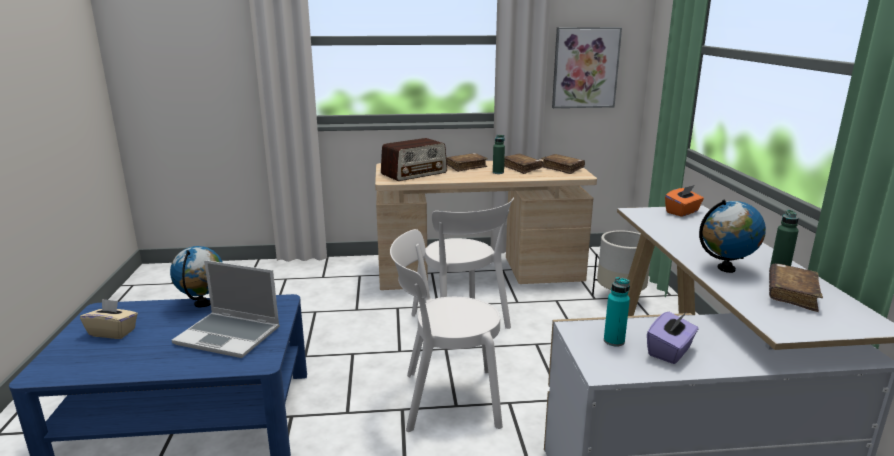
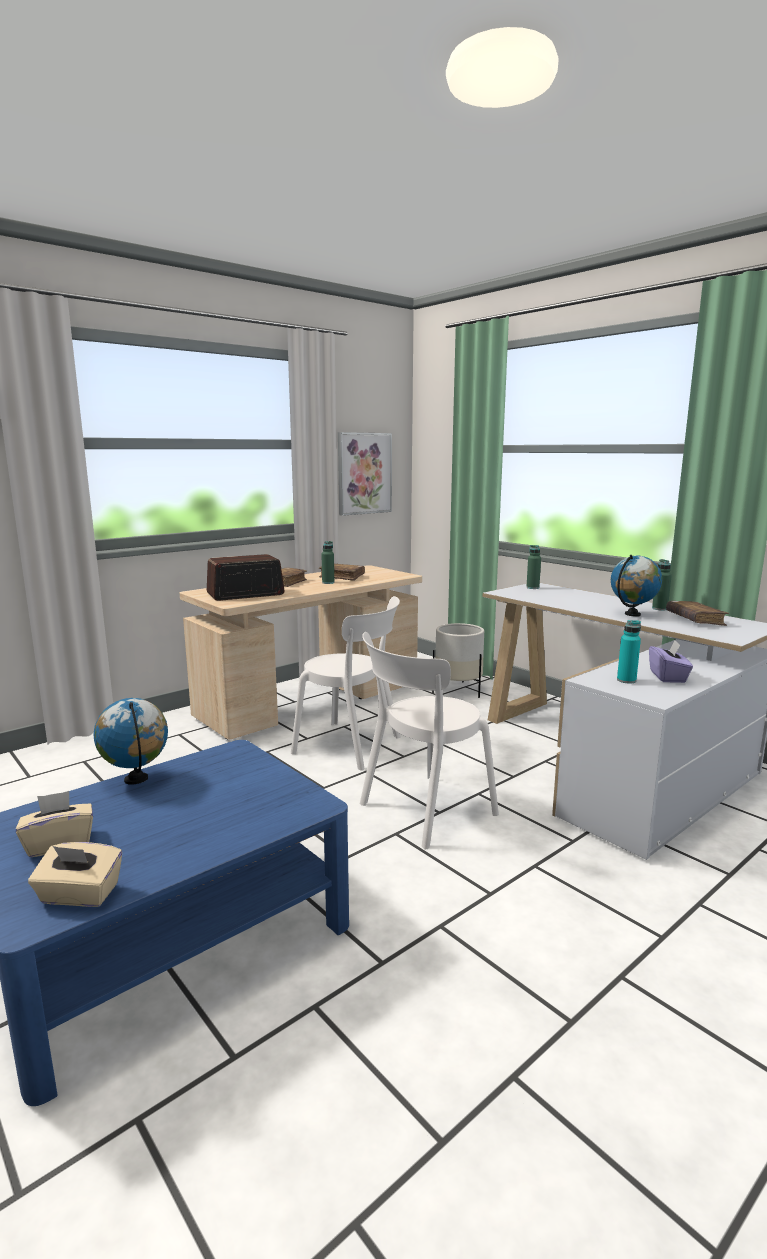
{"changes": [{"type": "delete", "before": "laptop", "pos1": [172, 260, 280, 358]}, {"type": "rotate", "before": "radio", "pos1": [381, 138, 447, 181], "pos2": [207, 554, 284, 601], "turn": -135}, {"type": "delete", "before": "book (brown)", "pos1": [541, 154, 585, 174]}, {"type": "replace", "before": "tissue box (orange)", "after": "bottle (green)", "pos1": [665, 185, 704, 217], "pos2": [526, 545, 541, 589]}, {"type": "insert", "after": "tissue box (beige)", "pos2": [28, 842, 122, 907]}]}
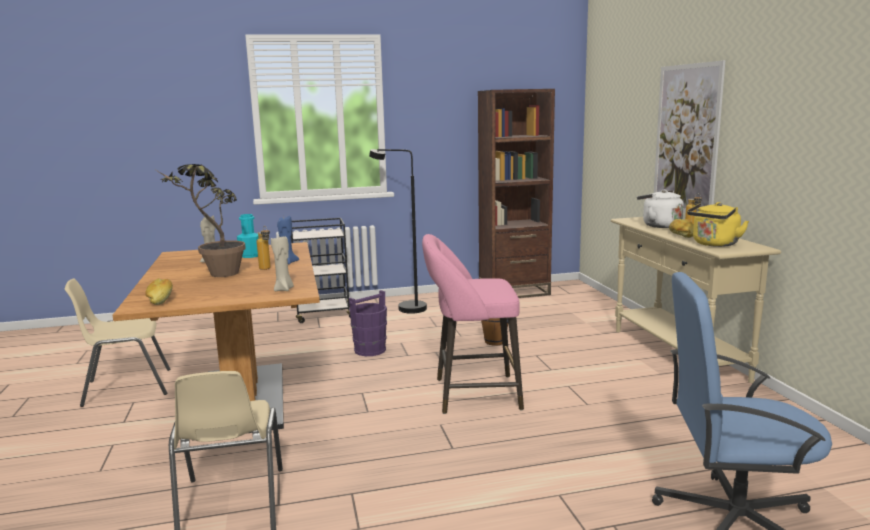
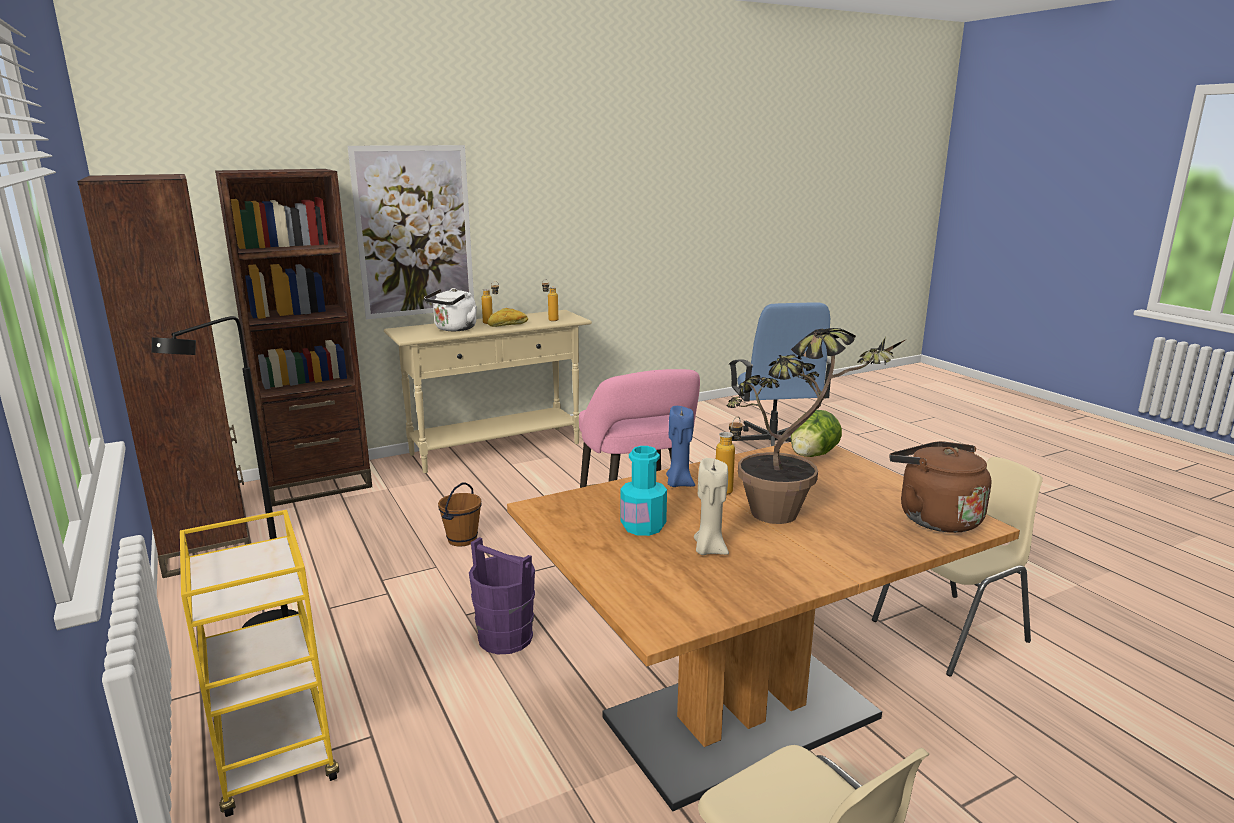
{"changes": [{"type": "replace", "before": "bread", "after": "kettle (brown)", "pos1": [145, 278, 173, 305], "pos2": [889, 441, 992, 533]}, {"type": "replace", "before": "candle (beige)", "after": "lettuce", "pos1": [271, 236, 294, 291], "pos2": [791, 410, 842, 457]}, {"type": "recolor", "before": "cart (black)", "after": "cart (yellow)", "pos1": [291, 218, 350, 323], "pos2": [180, 510, 339, 817]}, {"type": "replace", "before": "kettle (yellow)", "after": "bottle", "pos1": [687, 202, 749, 247], "pos2": [542, 279, 558, 321]}, {"type": "insert", "after": "bookcase (brown)", "pos2": [215, 169, 372, 507]}]}
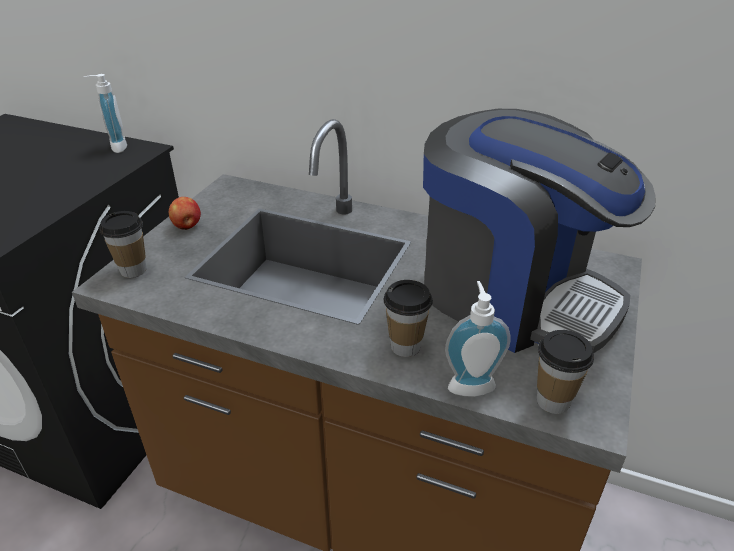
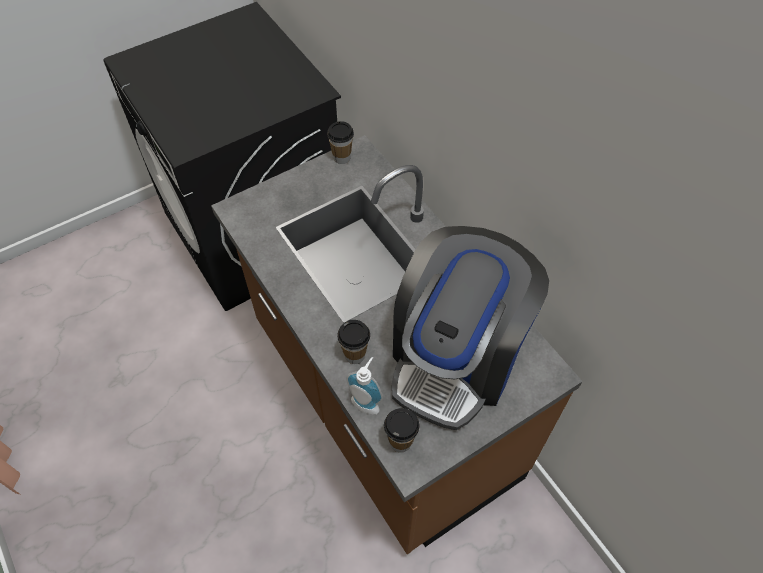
{"changes": [{"type": "delete", "before": "soap dispenser", "pos1": [83, 74, 127, 153]}, {"type": "move", "before": "cup", "pos1": [99, 211, 147, 278], "pos2": [327, 121, 354, 164]}, {"type": "delete", "before": "apple", "pos1": [169, 197, 201, 230]}, {"type": "rotate", "before": "coffee machine", "pos1": [423, 109, 656, 353], "pos2": [392, 226, 549, 430], "turn": 45}]}
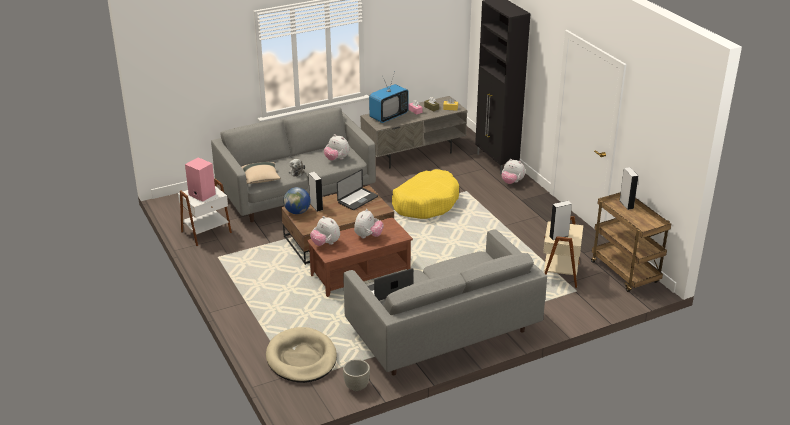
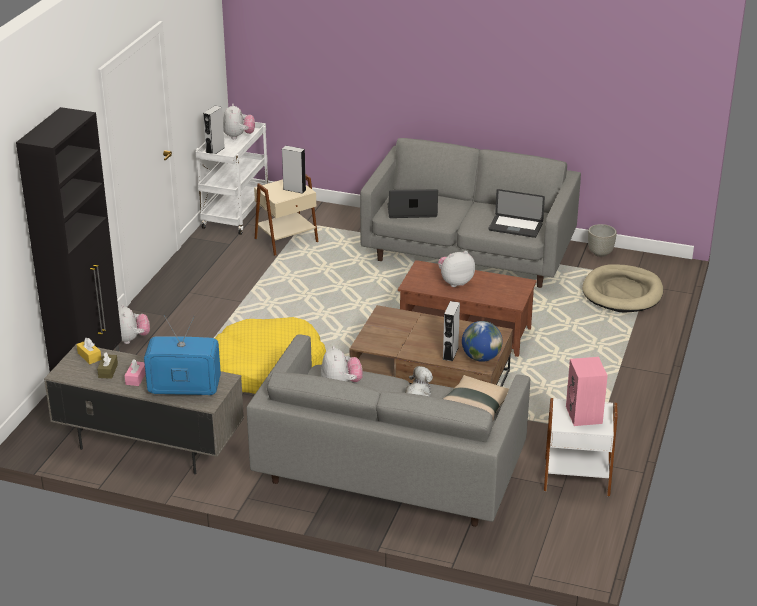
{"changes": [{"type": "move", "before": "plush toy", "pos1": [310, 216, 340, 246], "pos2": [223, 104, 255, 139]}, {"type": "move", "before": "laptop", "pos1": [337, 169, 378, 210], "pos2": [388, 189, 438, 218]}, {"type": "recolor", "before": "cart (brown)", "after": "cart (white)", "pos1": [591, 192, 671, 292], "pos2": [196, 120, 268, 235]}]}
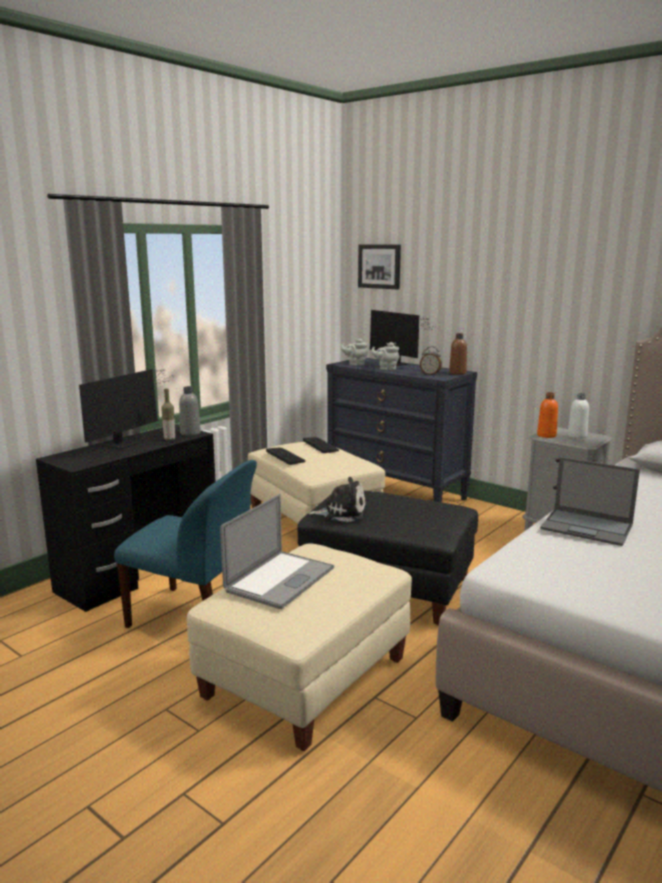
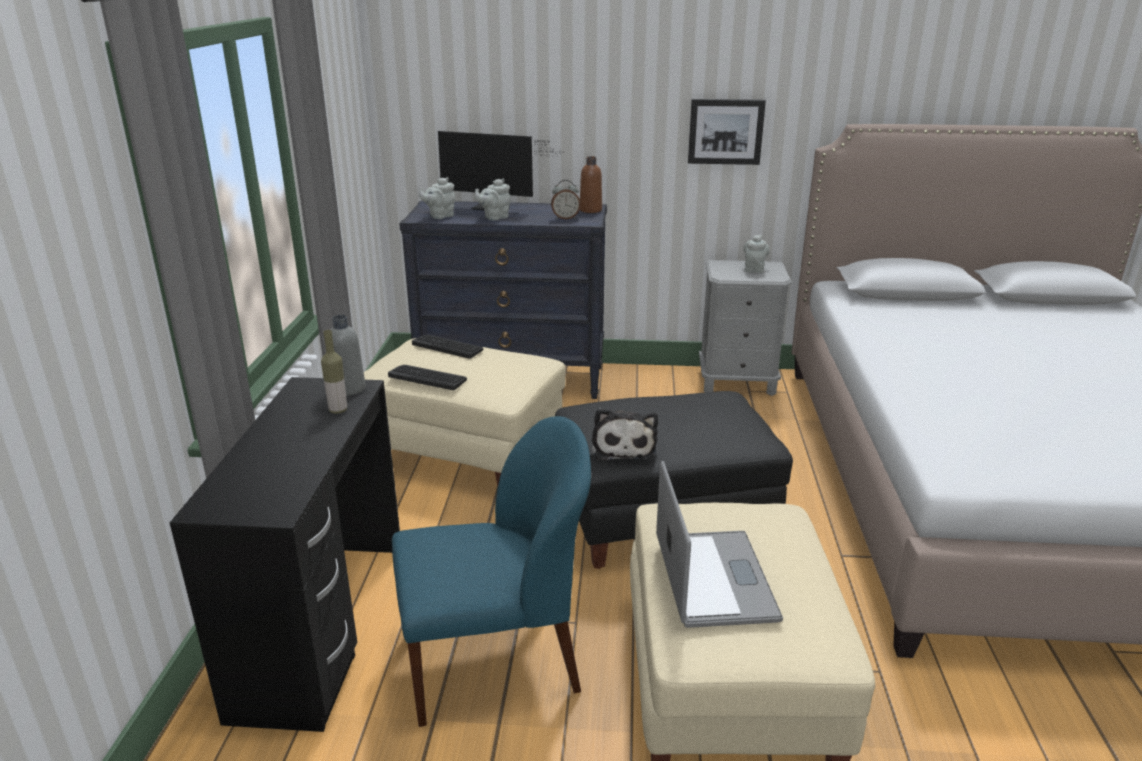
{"changes": [{"type": "delete", "before": "monitor", "pos1": [79, 369, 174, 450]}, {"type": "rotate", "before": "plush toy", "pos1": [308, 477, 365, 522], "pos2": [592, 408, 658, 460], "turn": 120}, {"type": "move", "before": "picture", "pos1": [358, 244, 401, 289], "pos2": [688, 99, 766, 165]}, {"type": "delete", "before": "bottle (orange)", "pos1": [537, 392, 558, 438]}, {"type": "delete", "before": "laptop", "pos1": [540, 457, 640, 546]}, {"type": "replace", "before": "bottle (white)", "after": "teapot (grey)", "pos1": [568, 393, 589, 438], "pos2": [744, 234, 770, 273]}]}
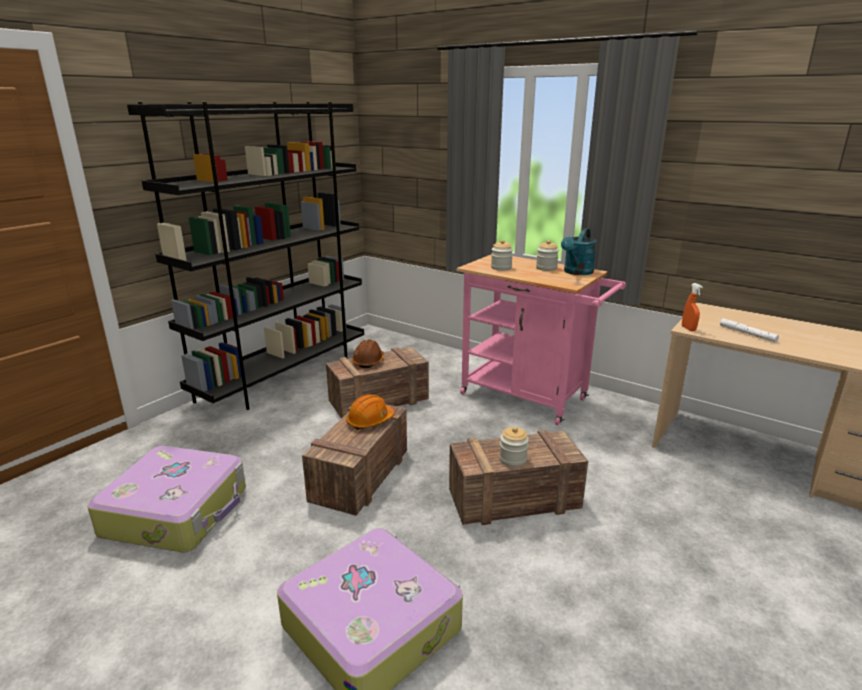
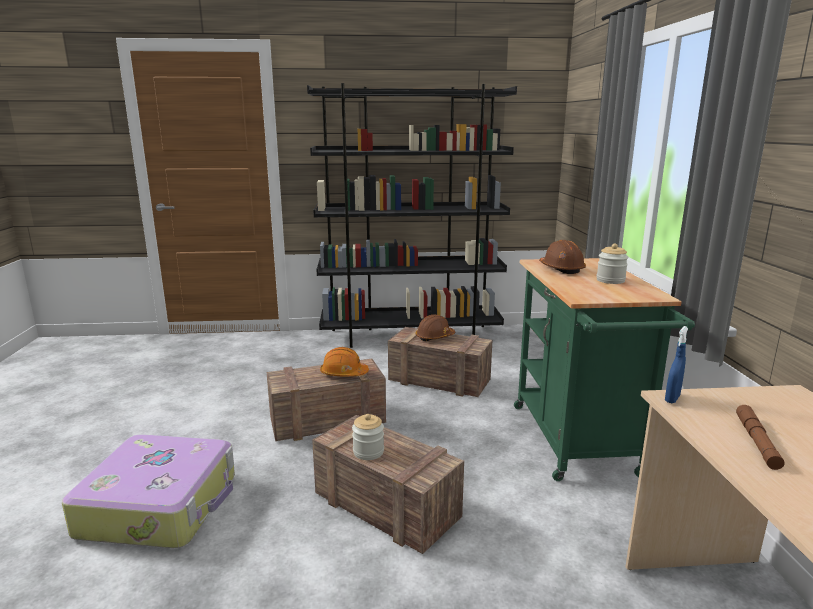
{"changes": [{"type": "delete", "before": "suitcase", "pos1": [87, 446, 246, 552]}, {"type": "recolor", "before": "cart (pink)", "after": "cart (green)", "pos1": [456, 255, 626, 425], "pos2": [514, 258, 695, 481]}, {"type": "replace", "before": "jar", "after": "hard hat (brown)", "pos1": [491, 240, 513, 271], "pos2": [539, 240, 586, 274]}, {"type": "delete", "before": "watering can (turquoise)", "pos1": [561, 228, 596, 275]}, {"type": "recolor", "before": "spray bottle (orange)", "after": "spray bottle (blue)", "pos1": [682, 283, 703, 331], "pos2": [665, 326, 688, 403]}, {"type": "recolor", "before": "flashlight (white)", "after": "flashlight (brown)", "pos1": [720, 318, 779, 343], "pos2": [736, 405, 785, 470]}]}
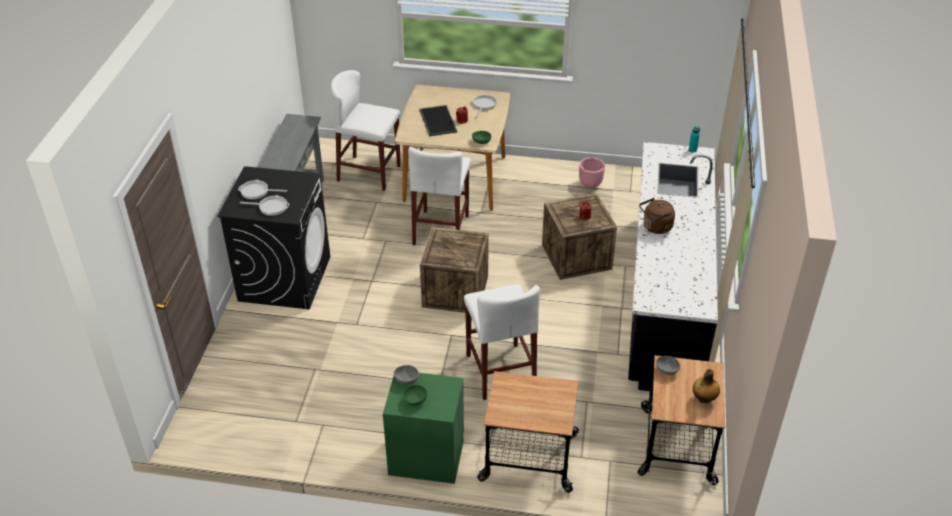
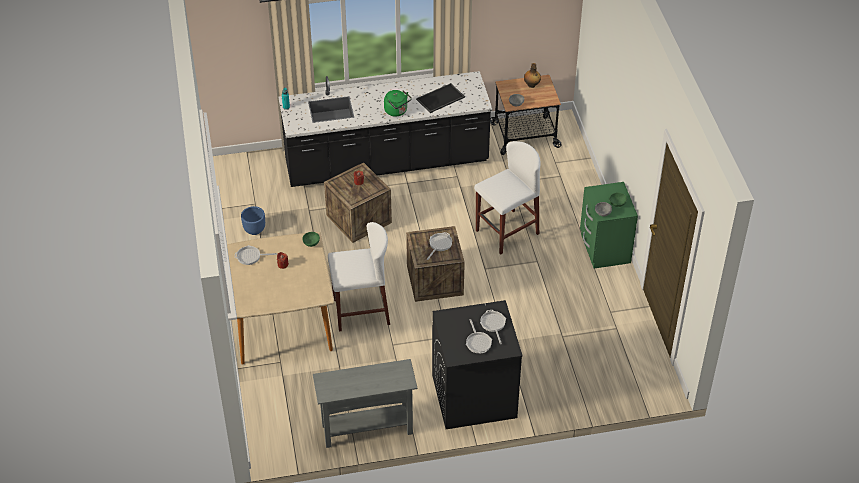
{"changes": [{"type": "delete", "before": "stool (white)", "pos1": [331, 70, 401, 191]}, {"type": "move", "before": "tray", "pos1": [420, 105, 457, 136], "pos2": [416, 83, 465, 113]}, {"type": "delete", "before": "cart", "pos1": [477, 371, 579, 493]}, {"type": "recolor", "before": "planter (pink)", "after": "planter (blue)", "pos1": [579, 158, 605, 189], "pos2": [241, 206, 265, 235]}, {"type": "recolor", "before": "kettle (brown)", "after": "kettle (green)", "pos1": [639, 198, 675, 234], "pos2": [384, 90, 412, 117]}, {"type": "insert", "after": "frying pan", "pos2": [427, 232, 452, 260]}]}
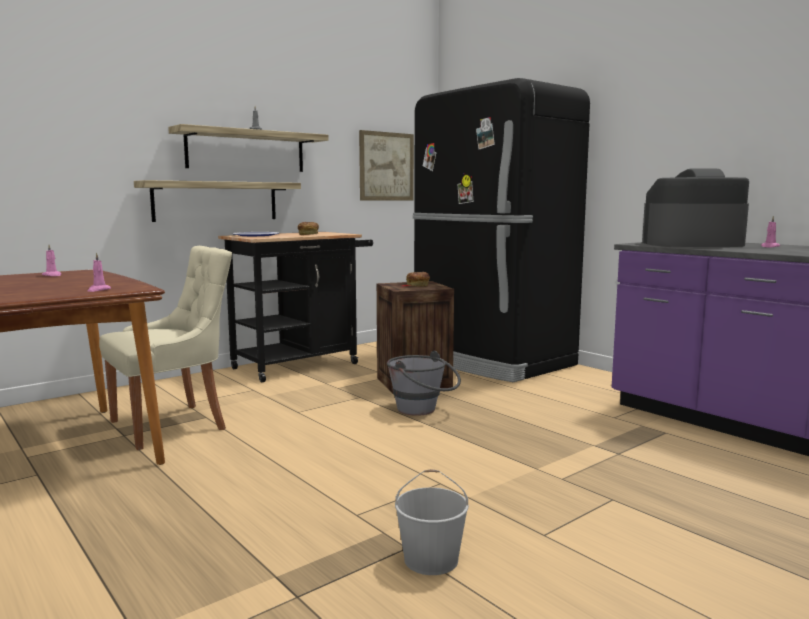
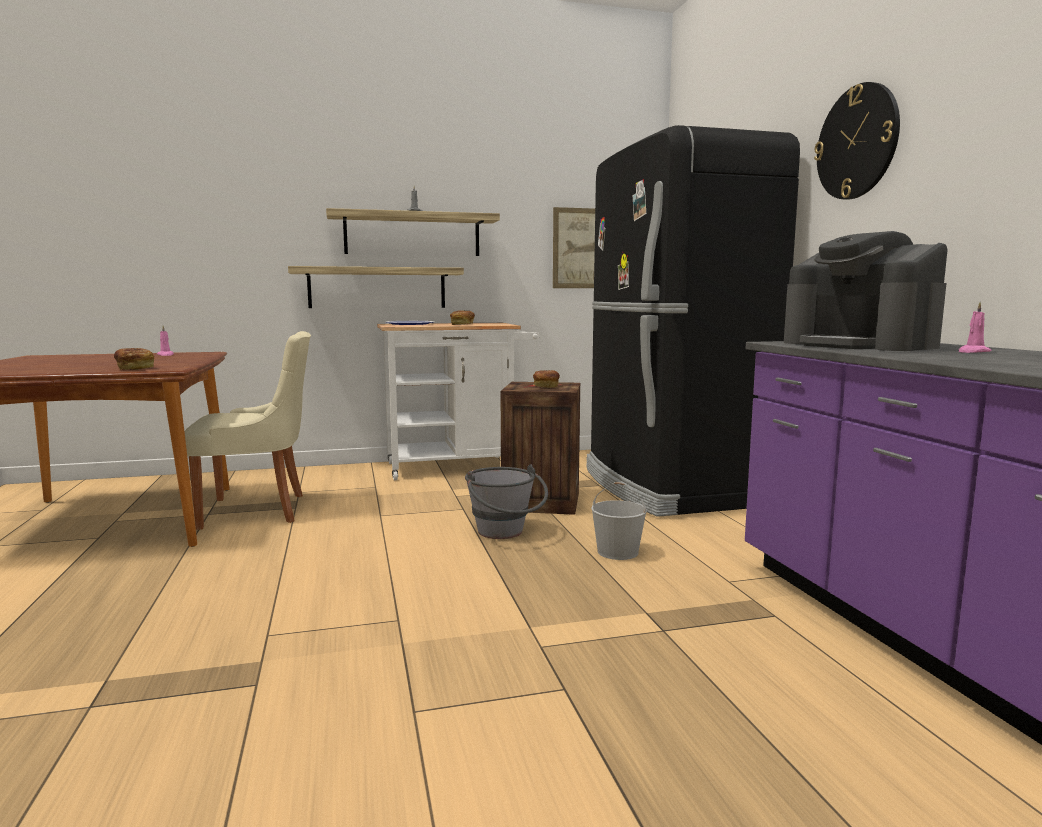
{"changes": [{"type": "replace", "before": "candle (pink)", "after": "bread", "pos1": [88, 252, 111, 292], "pos2": [114, 348, 154, 370]}, {"type": "recolor", "before": "cart (black)", "after": "cart (white)", "pos1": [218, 232, 373, 382], "pos2": [377, 323, 539, 480]}, {"type": "move", "before": "bucket (white)", "pos1": [395, 469, 469, 575], "pos2": [591, 482, 647, 560]}, {"type": "rotate", "before": "coffee machine", "pos1": [642, 168, 749, 247], "pos2": [784, 231, 948, 351], "turn": -150}, {"type": "insert", "after": "wall clock", "pos2": [814, 82, 900, 199]}]}
